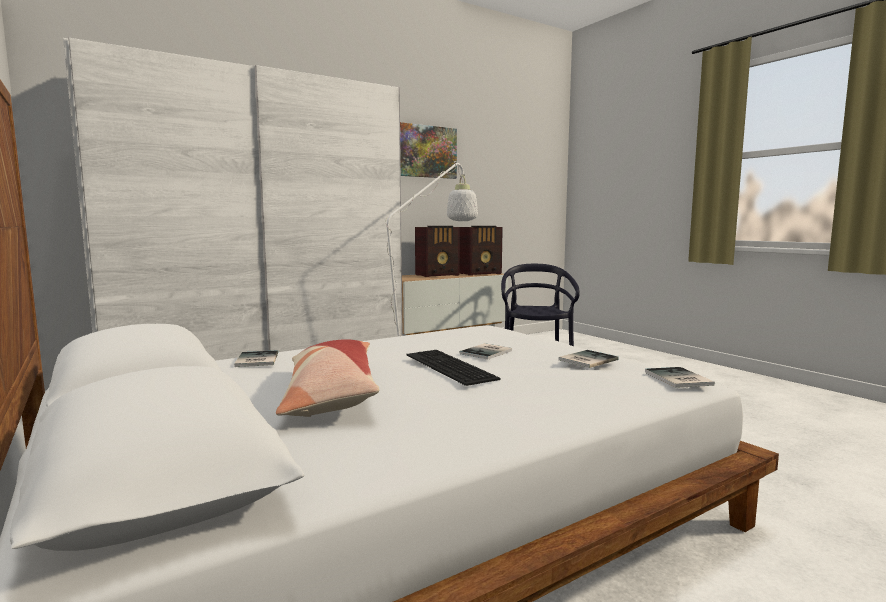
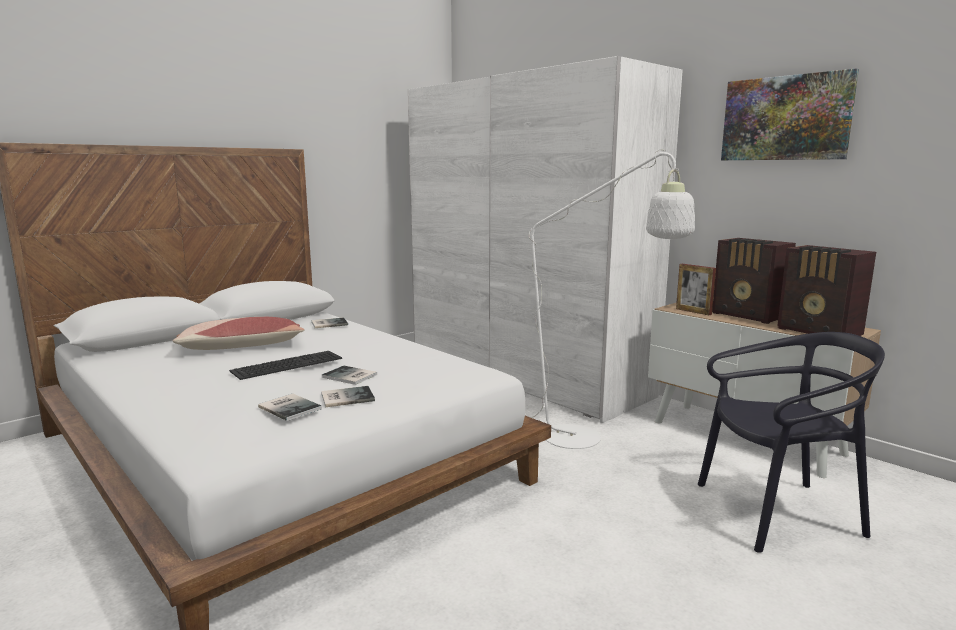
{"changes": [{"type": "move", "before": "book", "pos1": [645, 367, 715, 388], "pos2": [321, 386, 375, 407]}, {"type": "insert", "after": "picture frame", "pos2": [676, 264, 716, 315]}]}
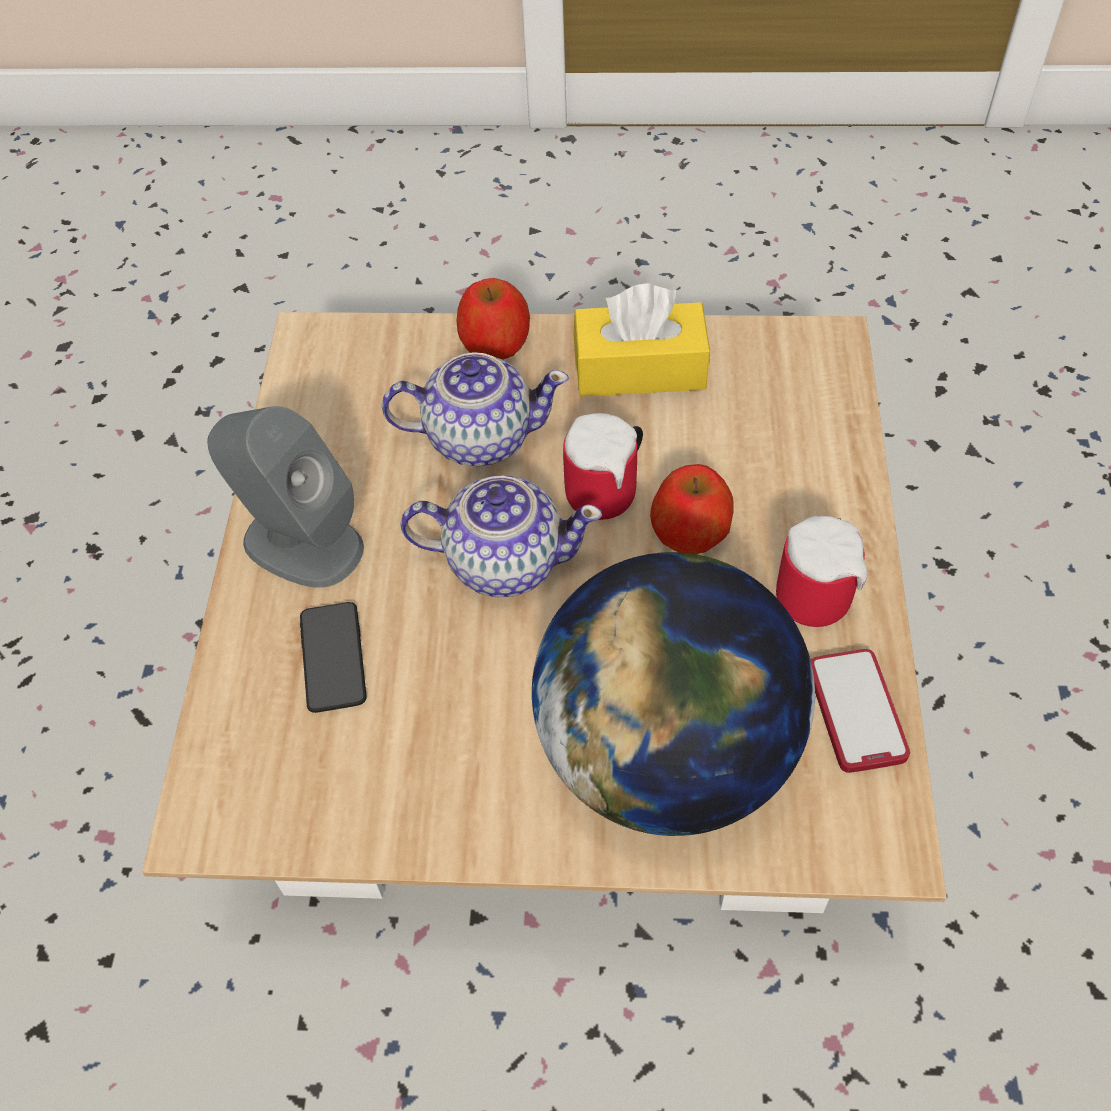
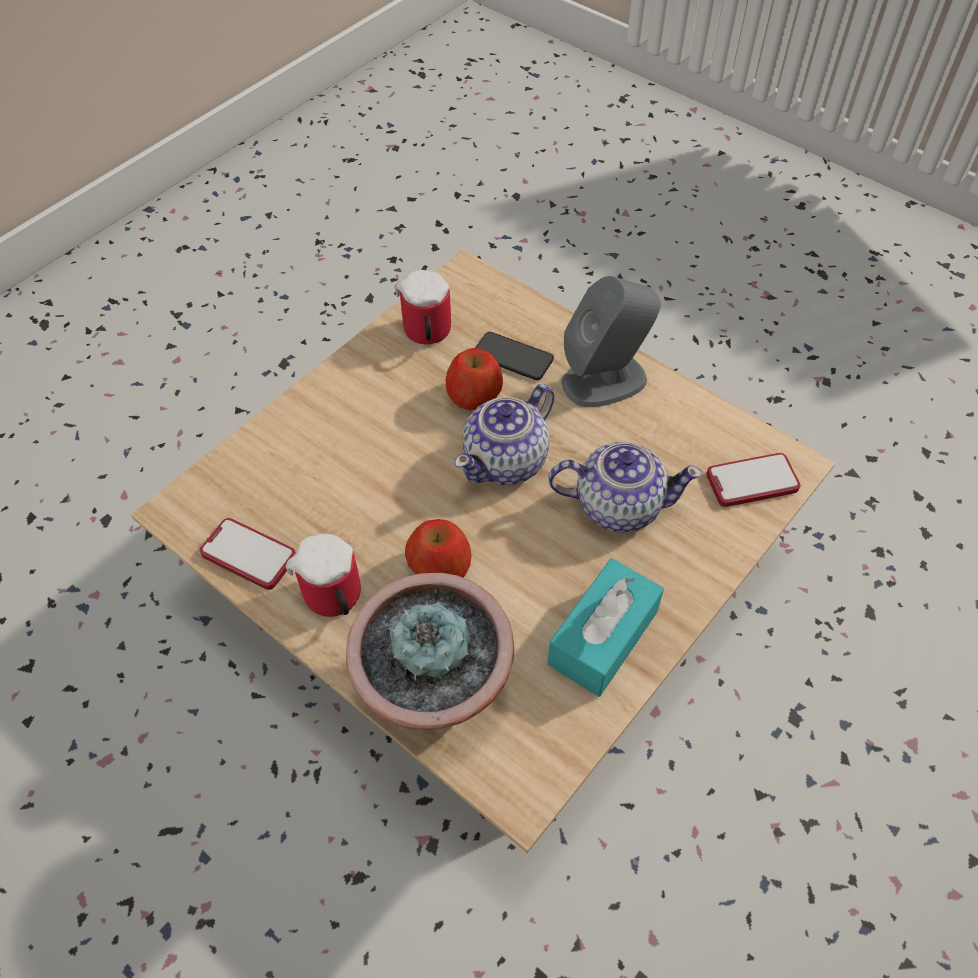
{"changes": [{"type": "rotate", "before": "teapot", "pos1": [382, 352, 569, 466], "pos2": [548, 442, 703, 532], "turn": -120}, {"type": "move", "before": "apple", "pos1": [457, 278, 530, 359], "pos2": [446, 348, 503, 410]}, {"type": "delete", "before": "globe", "pos1": [532, 552, 815, 836]}, {"type": "move", "before": "mug", "pos1": [563, 413, 643, 520], "pos2": [395, 270, 451, 344]}, {"type": "recolor", "before": "tissue box (yellow)", "after": "tissue box (turquoise)", "pos1": [574, 283, 710, 397], "pos2": [547, 558, 664, 697]}, {"type": "insert", "after": "potted plant", "pos2": [346, 573, 514, 730]}, {"type": "insert", "after": "phone", "pos2": [706, 453, 800, 507]}]}
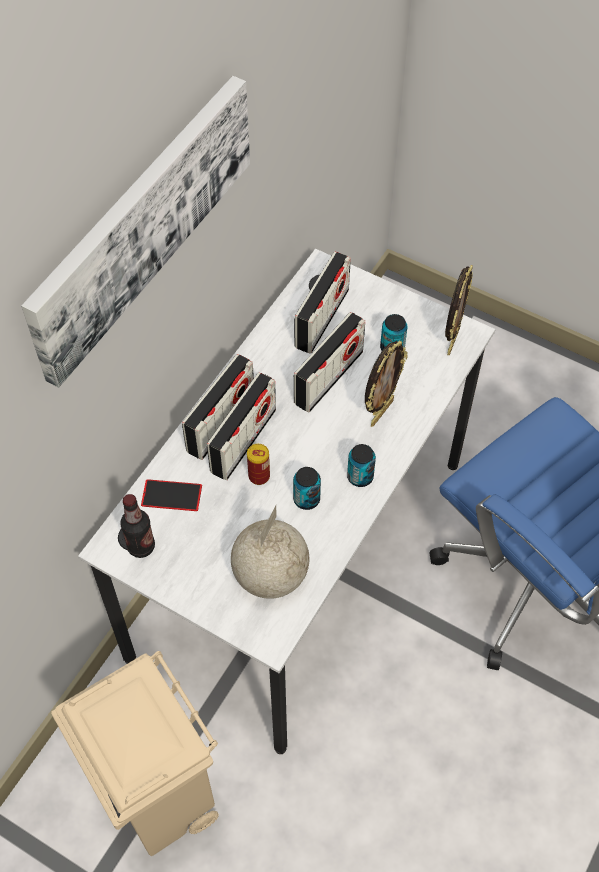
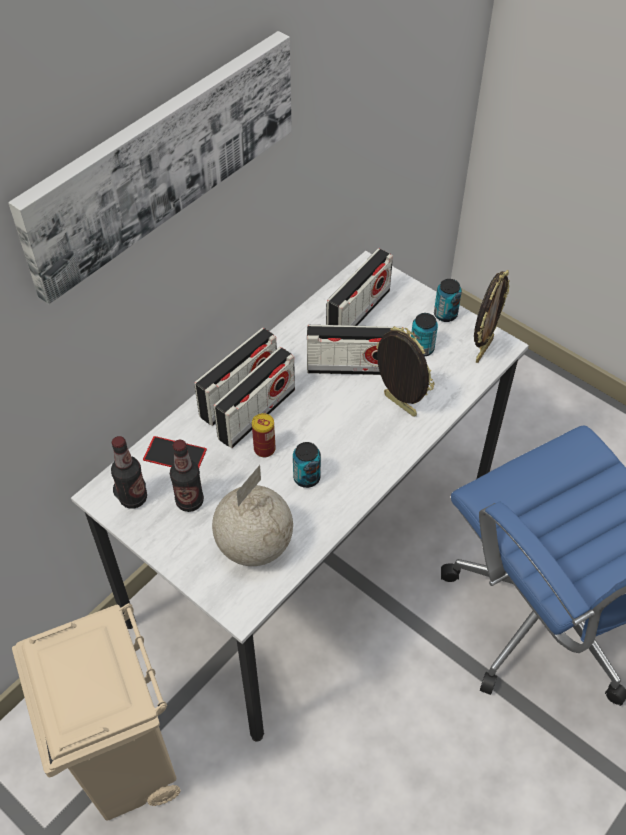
{"changes": [{"type": "rotate", "before": "radio", "pos1": [294, 312, 365, 412], "pos2": [307, 325, 402, 375], "turn": 45}, {"type": "move", "before": "can", "pos1": [347, 444, 376, 487], "pos2": [434, 279, 462, 322]}, {"type": "rotate", "before": "picture frame", "pos1": [365, 340, 408, 427], "pos2": [376, 326, 435, 417], "turn": -90}, {"type": "insert", "after": "bottle", "pos2": [170, 440, 204, 512]}]}
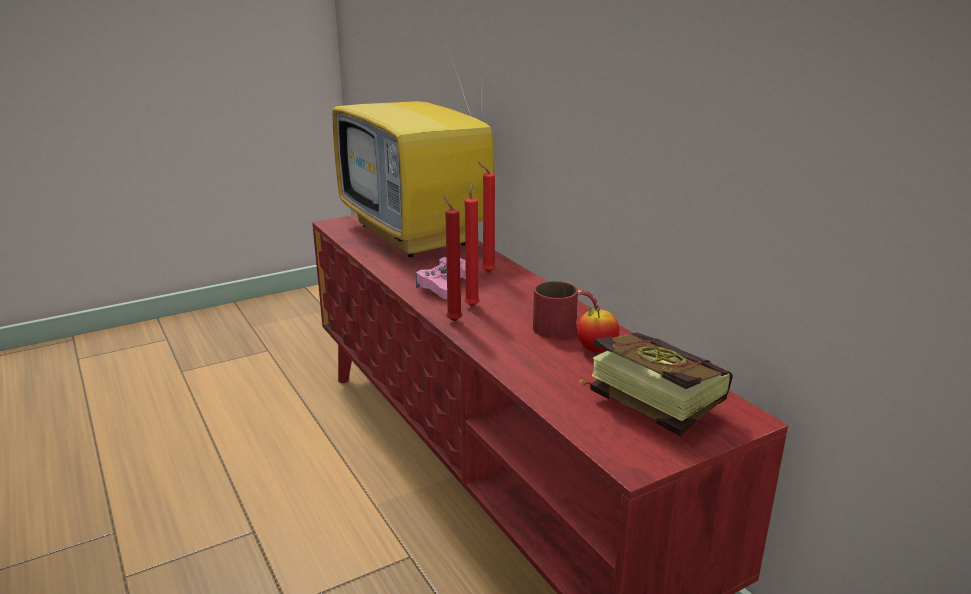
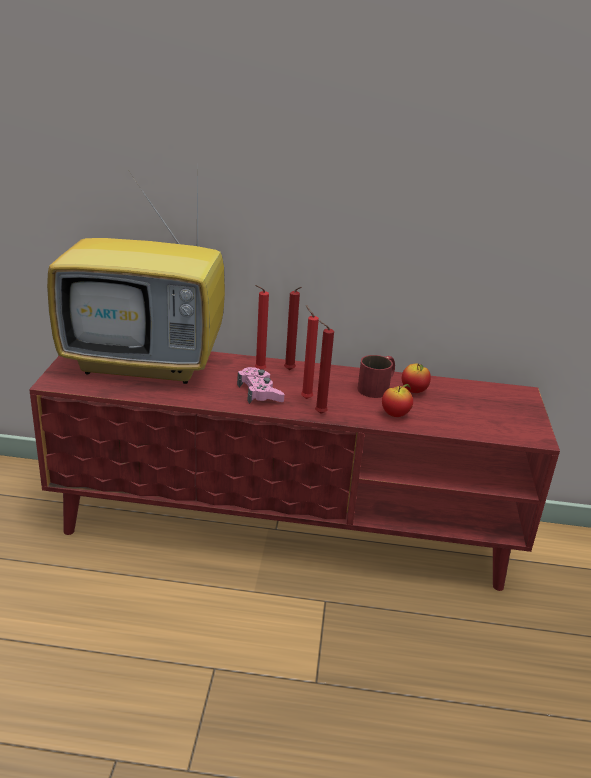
{"changes": [{"type": "delete", "before": "book", "pos1": [579, 332, 733, 436]}, {"type": "insert", "after": "candle (red)", "pos2": [284, 287, 302, 370]}, {"type": "insert", "after": "apple", "pos2": [382, 384, 413, 417]}]}
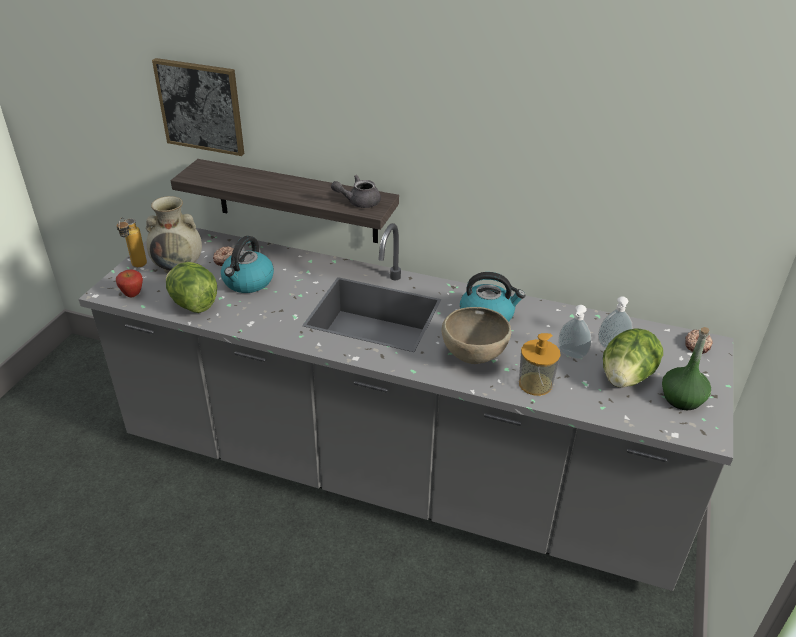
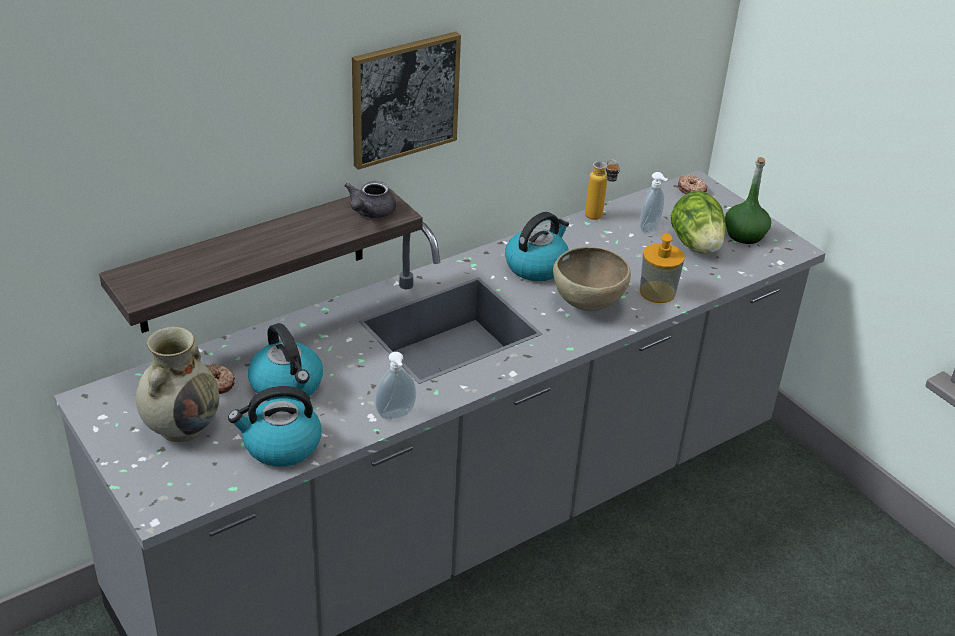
{"changes": [{"type": "move", "before": "bottle", "pos1": [116, 218, 147, 267], "pos2": [585, 159, 620, 220]}, {"type": "delete", "before": "apple", "pos1": [116, 269, 143, 297]}, {"type": "move", "before": "picture", "pos1": [152, 58, 244, 156], "pos2": [352, 32, 461, 170]}, {"type": "replace", "before": "lettuce", "after": "kettle", "pos1": [166, 262, 217, 313], "pos2": [228, 386, 322, 467]}, {"type": "move", "before": "soap dispenser", "pos1": [558, 305, 591, 359], "pos2": [375, 352, 416, 419]}]}
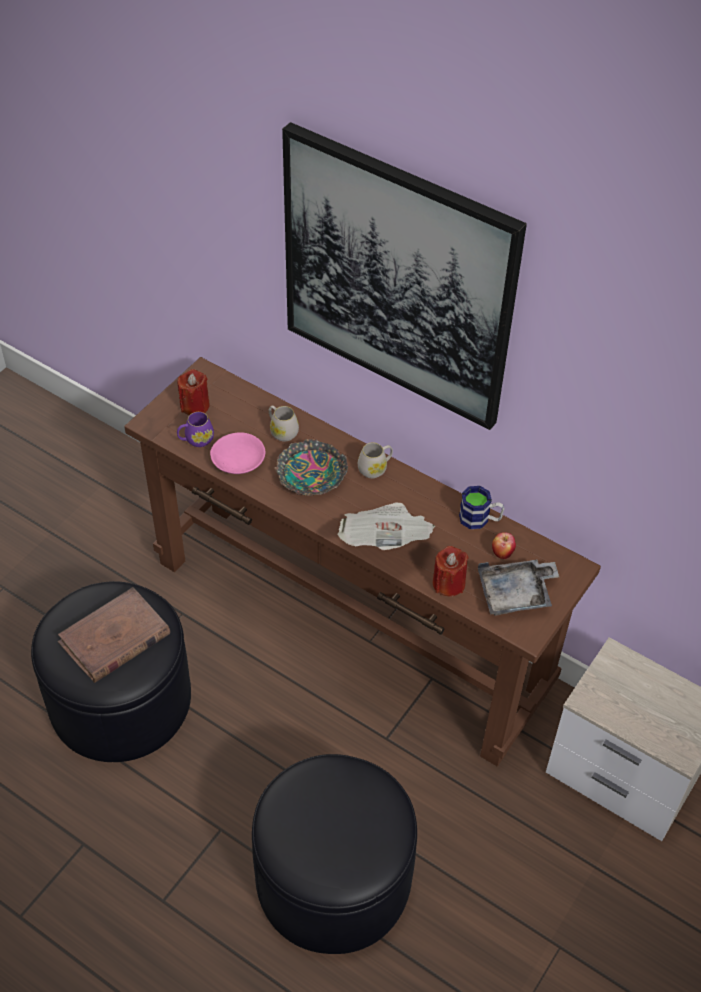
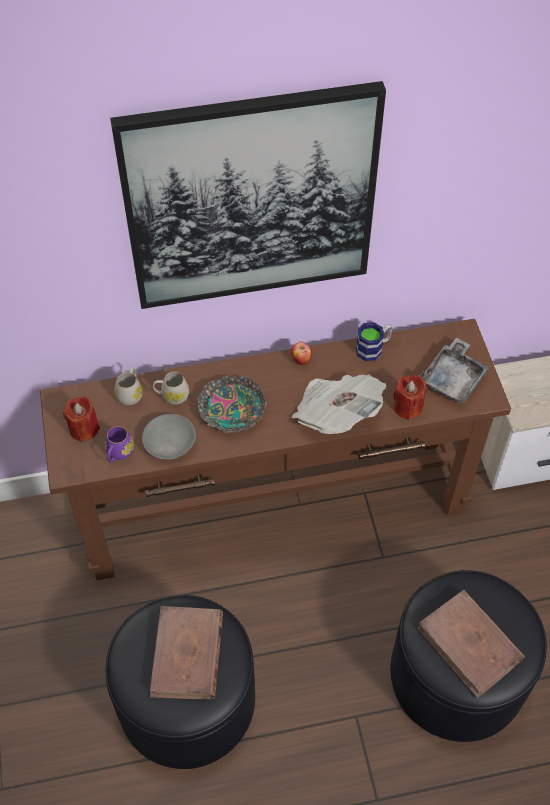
{"changes": [{"type": "recolor", "before": "bowl (pink)", "after": "bowl (grey)", "pos1": [210, 432, 265, 474], "pos2": [142, 414, 196, 460]}, {"type": "move", "before": "mug (white)", "pos1": [358, 442, 393, 478], "pos2": [115, 368, 143, 405]}, {"type": "move", "before": "apple", "pos1": [492, 532, 516, 559], "pos2": [291, 342, 312, 365]}, {"type": "insert", "after": "book (brown)", "pos2": [417, 590, 525, 699]}]}
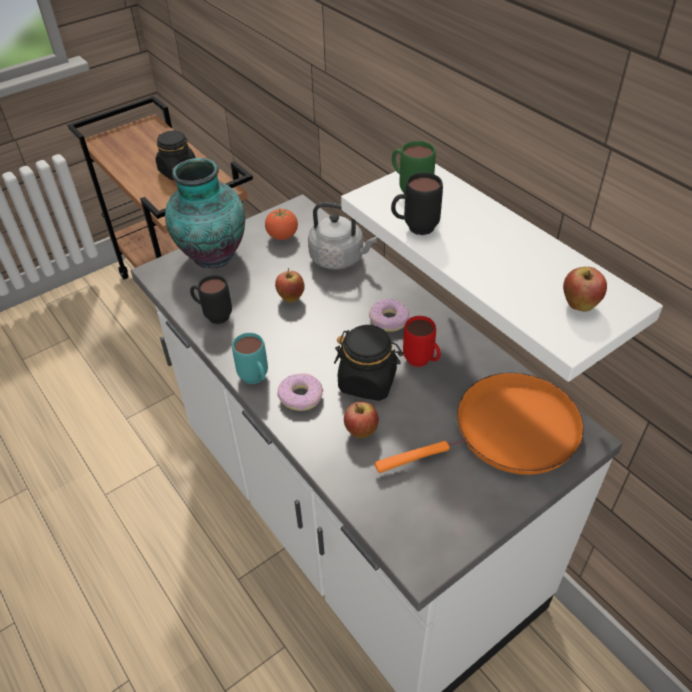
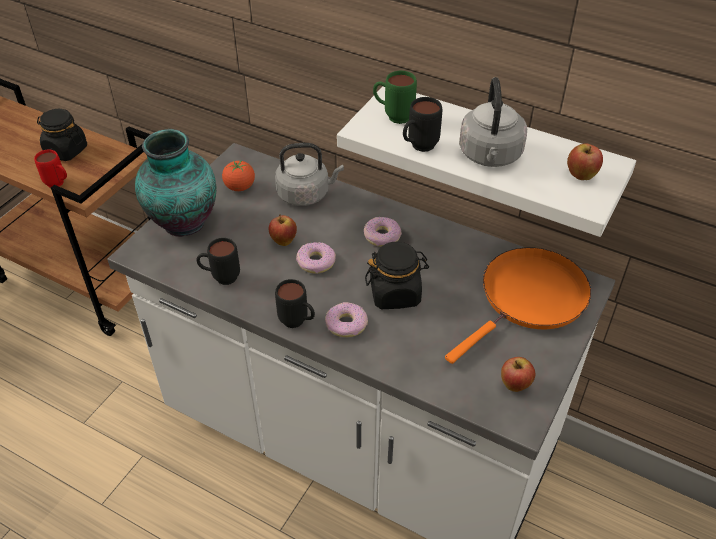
{"changes": [{"type": "recolor", "before": "mug (turquoise)", "after": "mug (black)", "pos1": [232, 333, 268, 384], "pos2": [275, 279, 315, 328]}, {"type": "move", "before": "apple", "pos1": [344, 402, 379, 438], "pos2": [501, 357, 535, 392]}, {"type": "move", "before": "mug (red)", "pos1": [403, 316, 441, 367], "pos2": [34, 149, 67, 188]}, {"type": "insert", "after": "donut", "pos2": [296, 242, 336, 274]}, {"type": "insert", "after": "kettle (grey)", "pos2": [459, 77, 527, 167]}]}
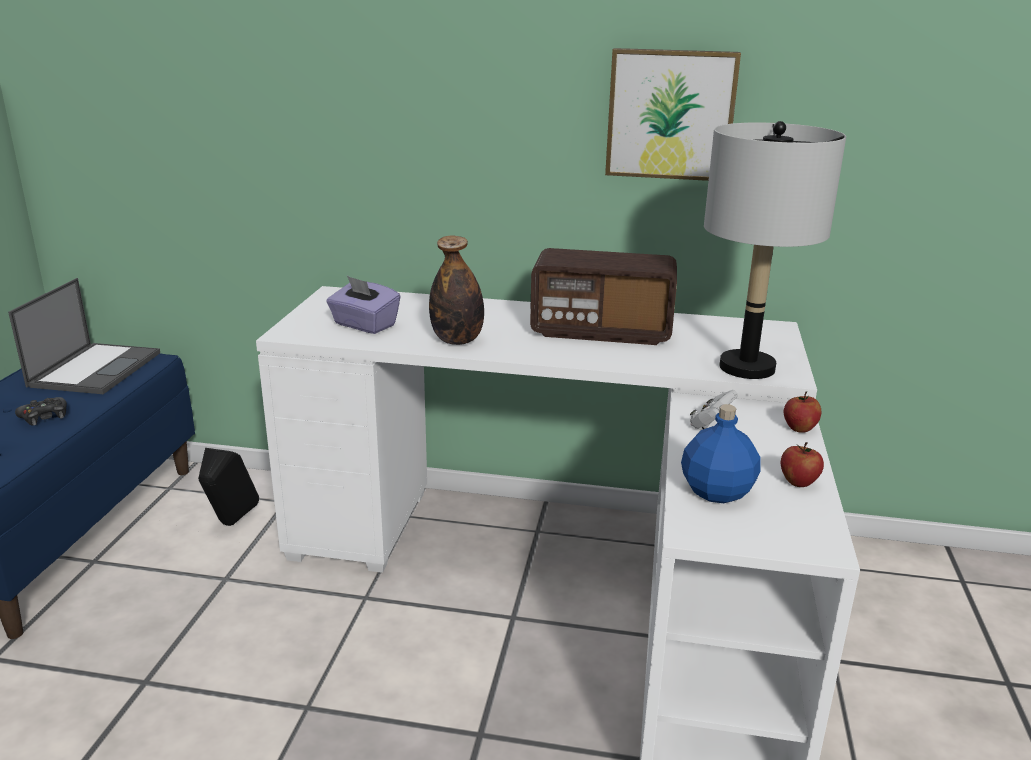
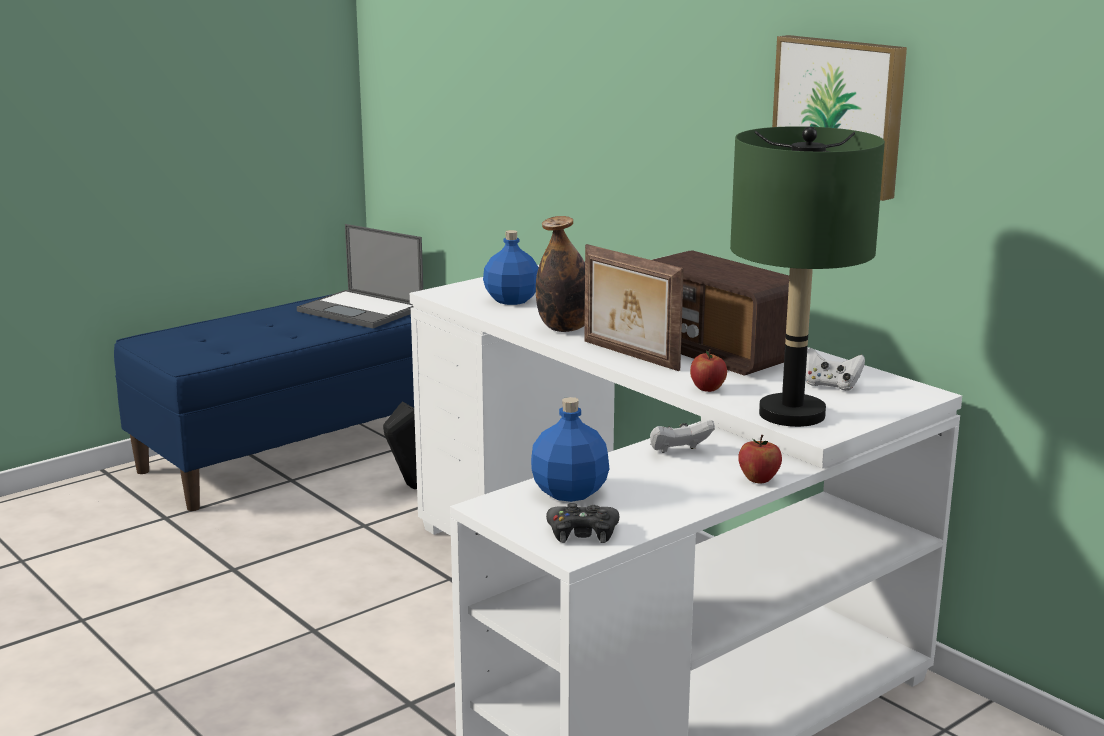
{"changes": [{"type": "rotate", "before": "laptop", "pos1": [8, 278, 160, 394], "pos2": [297, 224, 423, 329], "turn": 75}, {"type": "move", "before": "game controller (black)", "pos1": [15, 397, 67, 425], "pos2": [546, 503, 619, 543]}, {"type": "replace", "before": "tissue box (purple)", "after": "bottle (blue)", "pos1": [326, 276, 401, 334], "pos2": [483, 230, 539, 305]}, {"type": "recolor", "before": "table lamp (grey)", "after": "table lamp (green)", "pos1": [704, 121, 846, 379], "pos2": [730, 126, 885, 427]}, {"type": "move", "before": "apple", "pos1": [780, 442, 824, 487], "pos2": [690, 349, 727, 392]}, {"type": "insert", "after": "picture frame", "pos2": [584, 244, 684, 371]}, {"type": "insert", "after": "game controller (white)", "pos2": [805, 348, 865, 391]}]}
